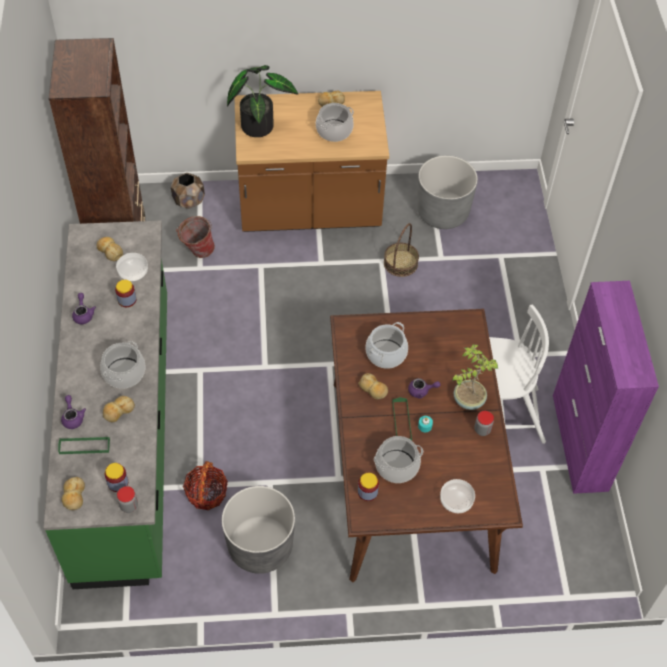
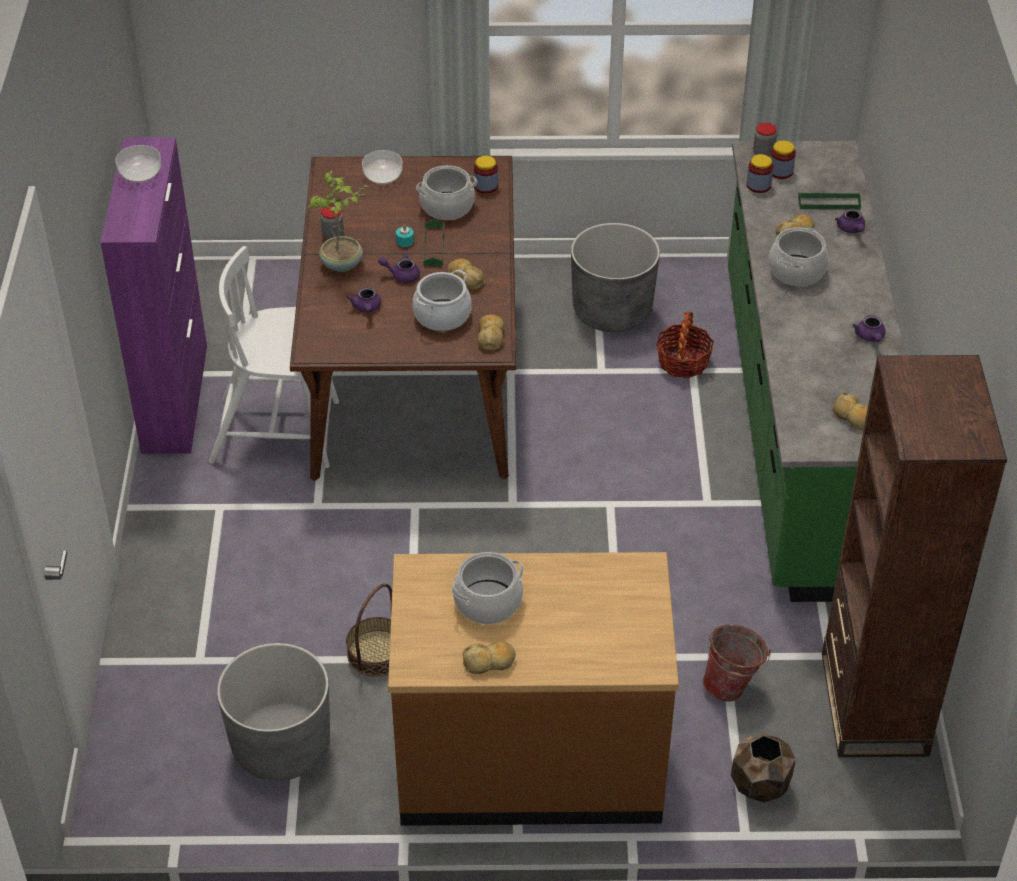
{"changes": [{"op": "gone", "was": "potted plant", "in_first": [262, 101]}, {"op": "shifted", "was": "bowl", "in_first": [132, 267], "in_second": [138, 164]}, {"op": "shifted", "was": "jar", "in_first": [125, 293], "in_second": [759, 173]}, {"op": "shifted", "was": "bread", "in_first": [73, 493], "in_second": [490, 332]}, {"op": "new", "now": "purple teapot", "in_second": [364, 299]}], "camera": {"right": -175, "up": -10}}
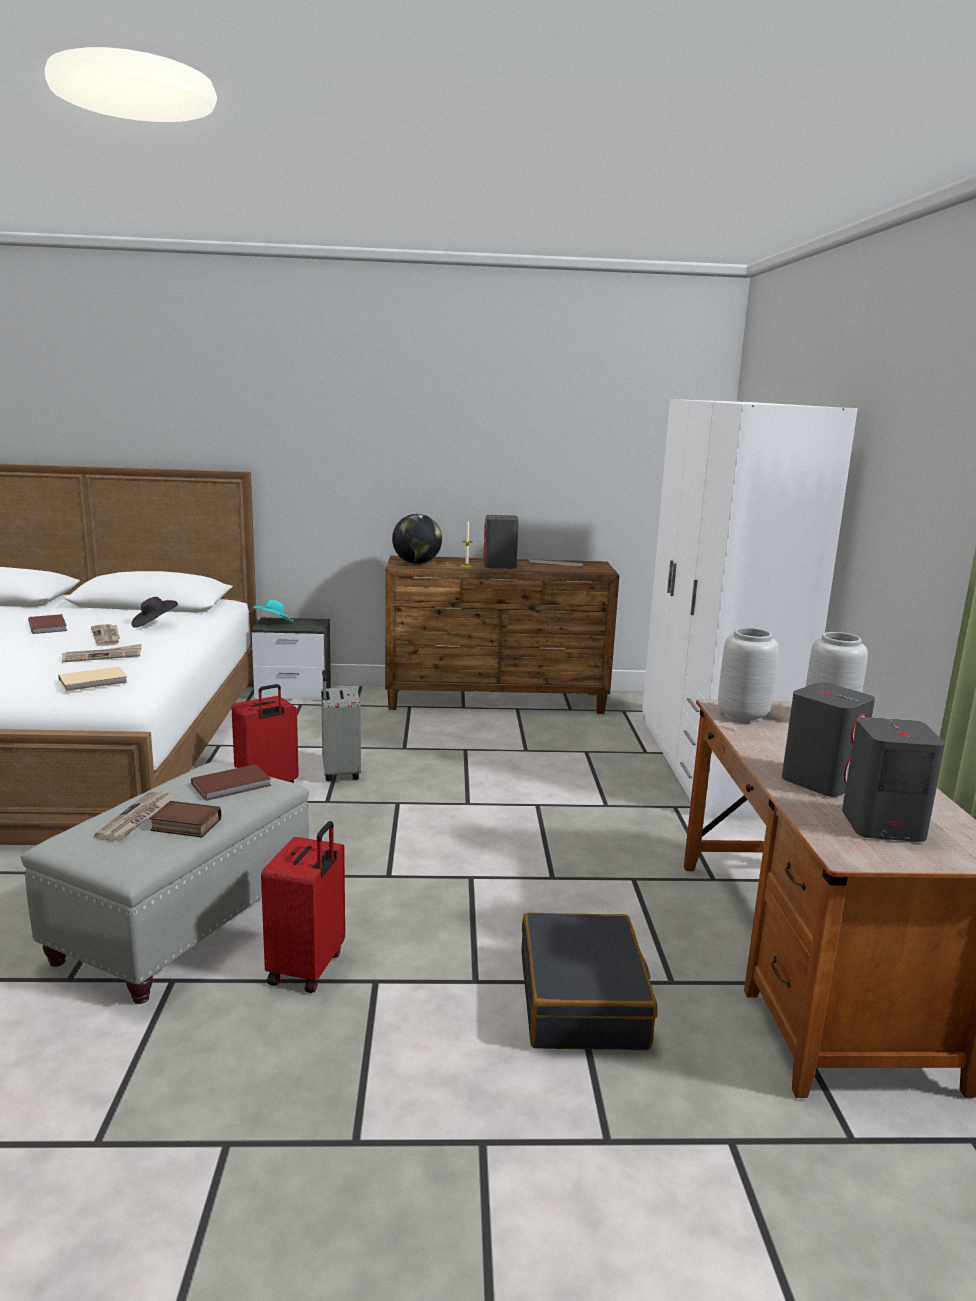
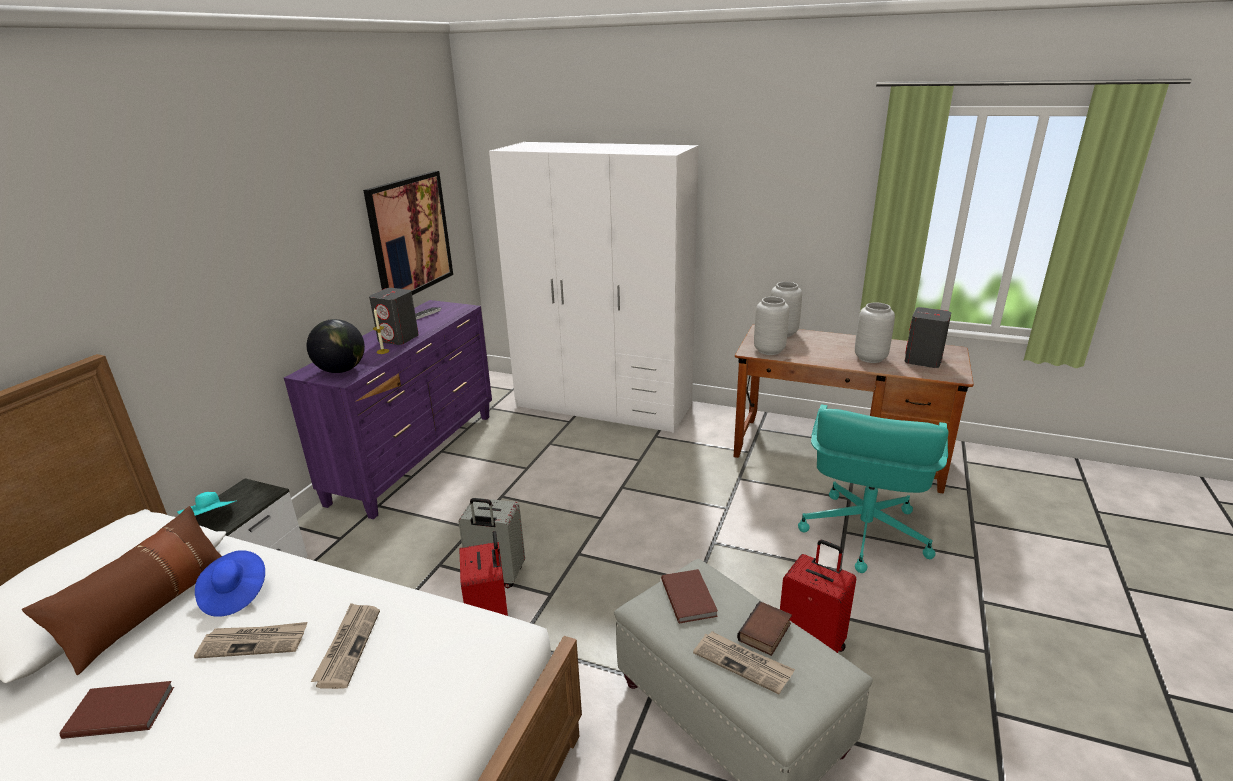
{"changes": [{"op": "repainted", "was": "brown dresser", "now": "purple dresser", "in_first": [502, 635], "in_second": [388, 409]}, {"op": "repainted", "was": "black hat", "now": "blue hat", "in_first": [154, 612], "in_second": [230, 583]}, {"op": "gone", "was": "beige book", "in_first": [93, 679]}, {"op": "swapped", "was": "grey speaker", "now": "grey vase", "in_first": [828, 739], "in_second": [875, 333]}, {"op": "swapped", "was": "black suitcase", "now": "turquoise office chair", "in_first": [589, 981], "in_second": [873, 488]}, {"op": "new", "now": "picture", "in_second": [408, 233]}, {"op": "new", "now": "brown pillow", "in_second": [122, 590]}], "camera": {"right": -65, "up": 10}}
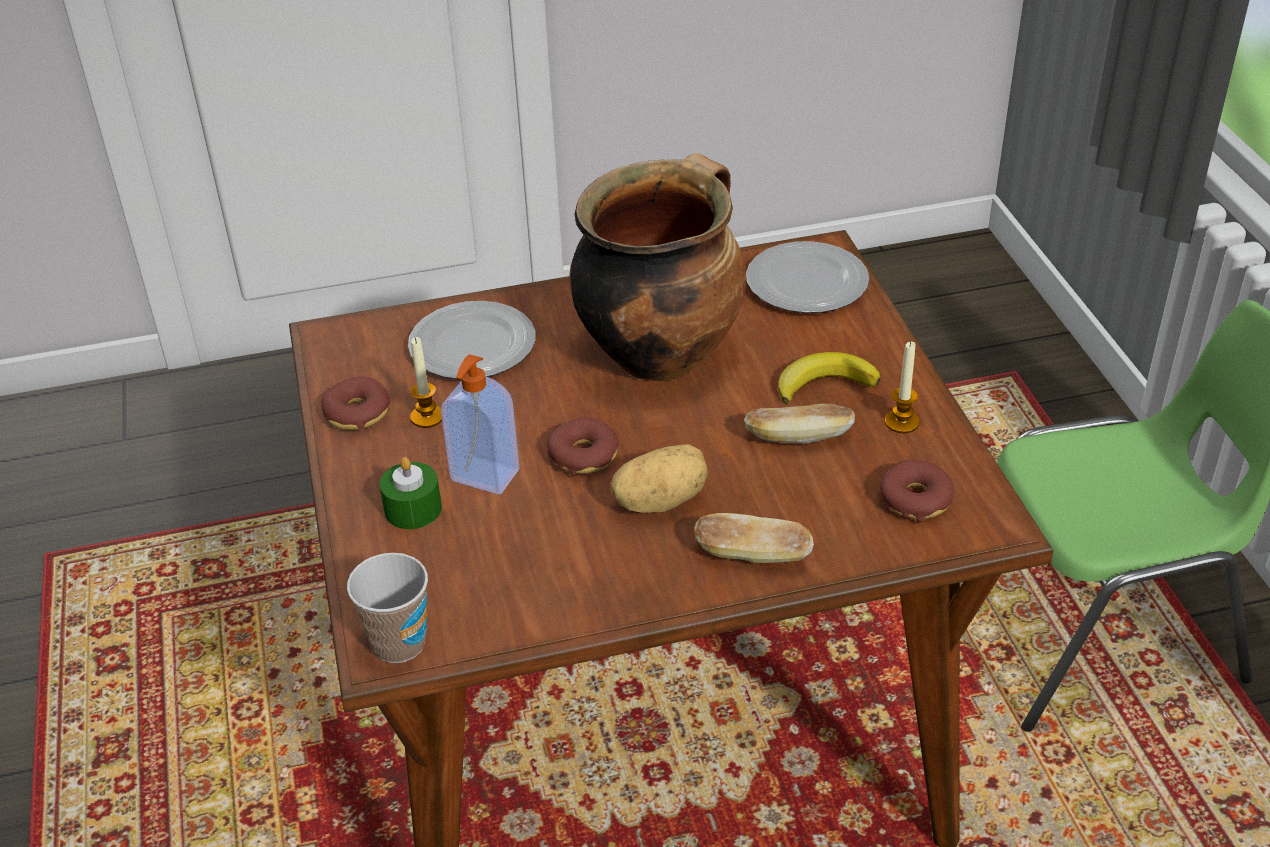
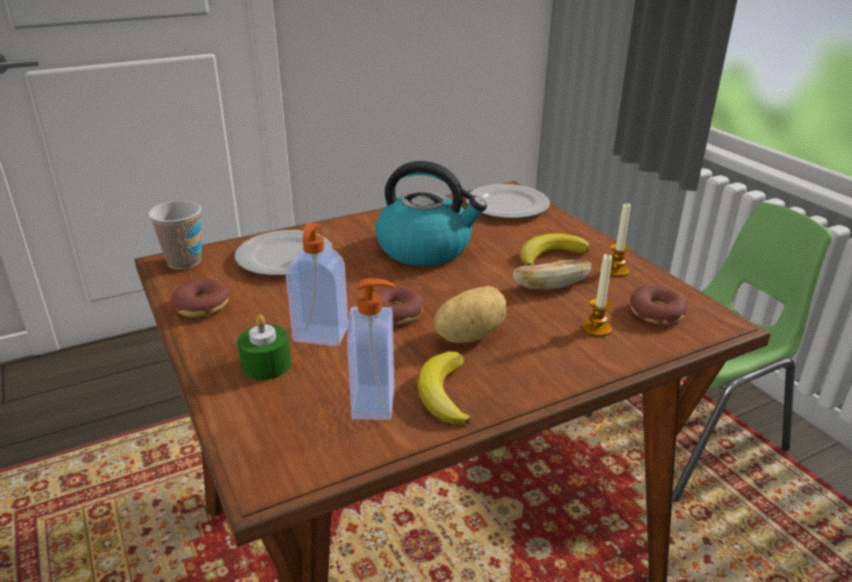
{"changes": [{"op": "swapped", "was": "cooking pot", "now": "kettle", "in_first": [657, 267], "in_second": [431, 213]}, {"op": "shifted", "was": "candle", "in_first": [426, 382], "in_second": [597, 295]}, {"op": "gone", "was": "bread", "in_first": [754, 538]}, {"op": "shifted", "was": "cup", "in_first": [387, 608], "in_second": [175, 235]}, {"op": "new", "now": "soap dispenser", "in_second": [371, 349]}, {"op": "new", "now": "banana", "in_second": [445, 388]}], "camera": {"right": -15, "up": -10}}
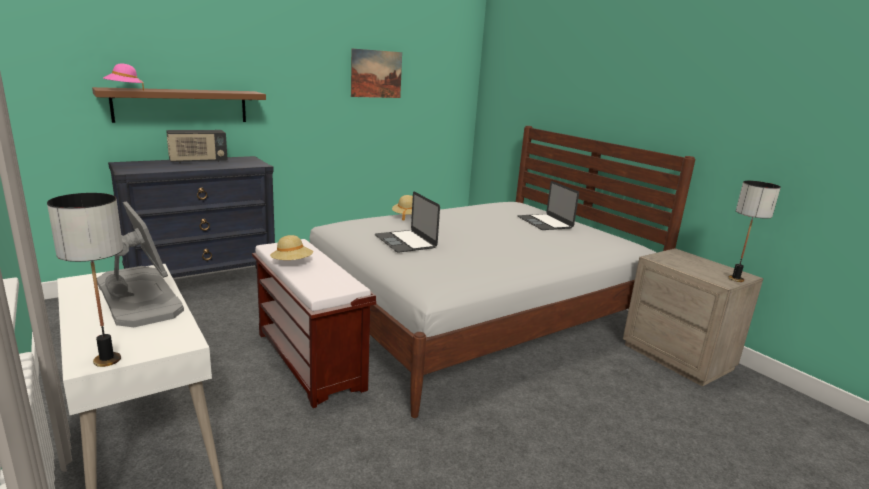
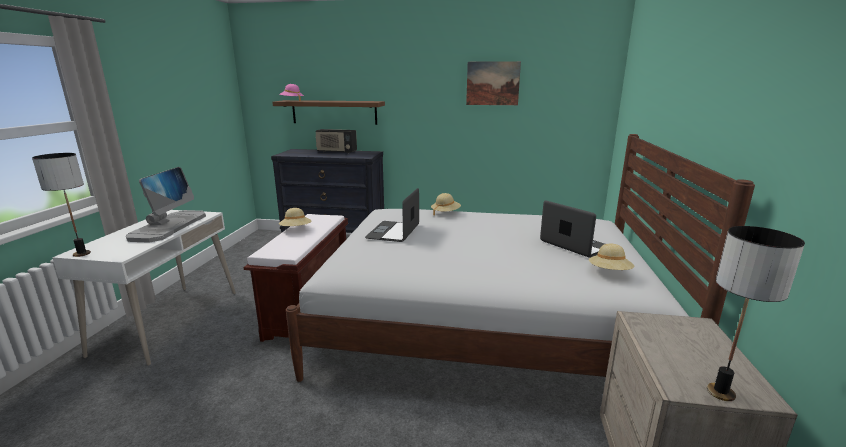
{"changes": [{"op": "rotated", "was": "laptop", "in_first": [548, 205], "in_second": [572, 229], "clockwise": 120}, {"op": "new", "now": "beige hat", "in_second": [611, 257]}], "camera": {"right": 45, "up": 0}}
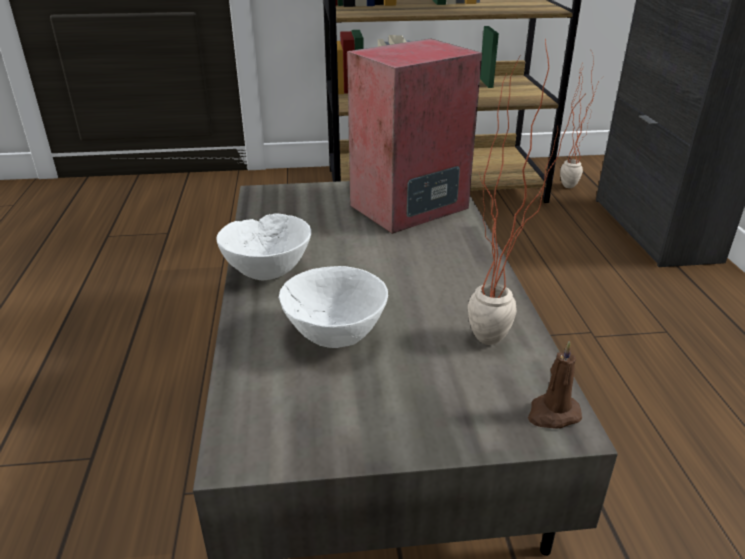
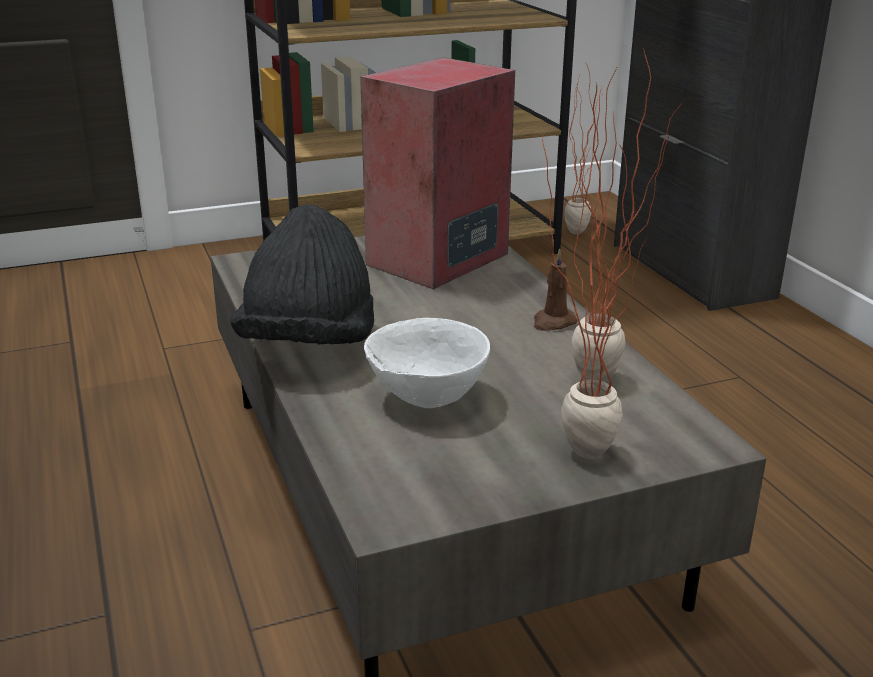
{"changes": [{"op": "swapped", "was": "white bowl", "now": "black hat", "in_first": [263, 246], "in_second": [302, 274]}, {"op": "shifted", "was": "brown candle", "in_first": [555, 385], "in_second": [556, 290]}, {"op": "new", "now": "potted plant", "in_second": [594, 270]}], "camera": {"right": -15, "up": -5}}
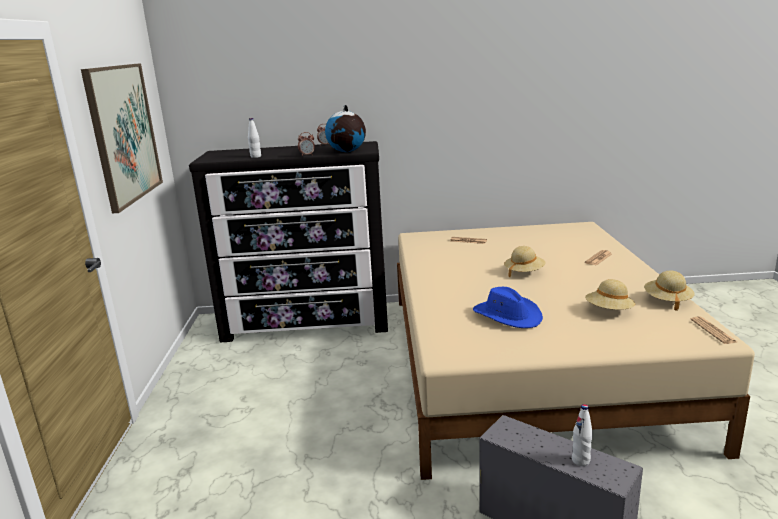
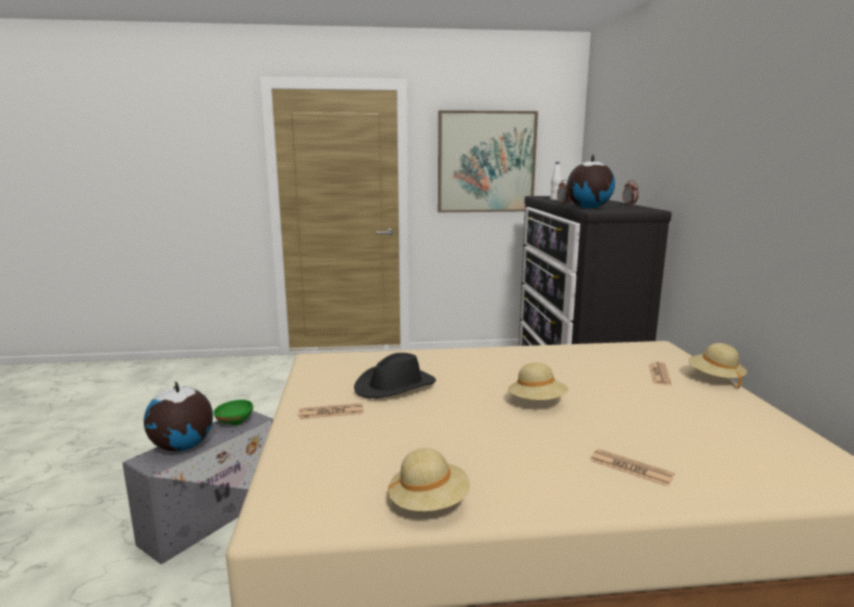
{"changes": [{"op": "shifted", "was": "beige hat", "in_first": [610, 294], "in_second": [717, 365]}, {"op": "repainted", "was": "blue hat", "now": "black hat", "in_first": [508, 307], "in_second": [395, 375]}, {"op": "shifted", "was": "newspaper", "in_first": [713, 330], "in_second": [331, 411]}, {"op": "swapped", "was": "white bottle", "now": "globe", "in_first": [582, 435], "in_second": [178, 416]}, {"op": "new", "now": "green bowl", "in_second": [233, 412]}], "camera": {"right": 85, "up": -5}}
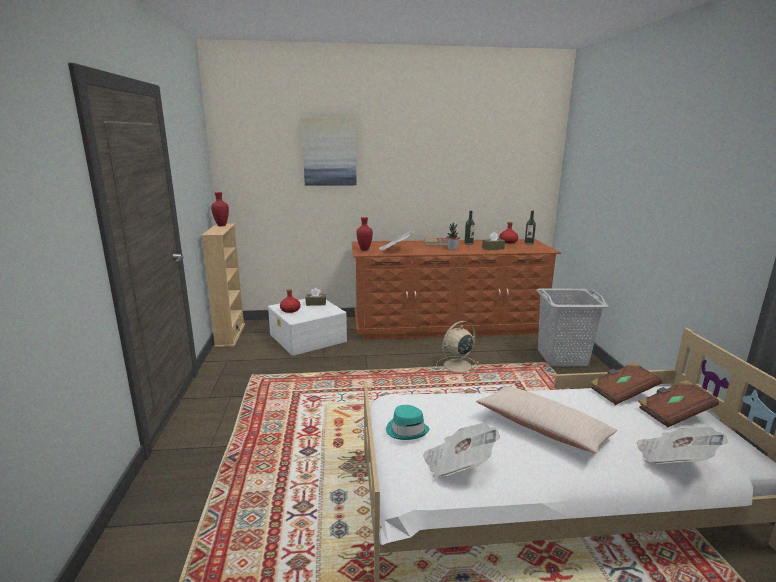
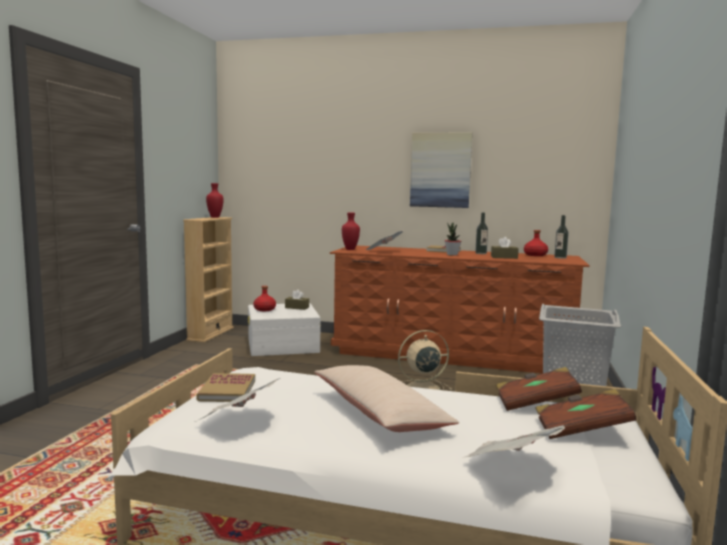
{"changes": [{"op": "shifted", "was": "picture", "in_first": [329, 151], "in_second": [441, 170]}, {"op": "swapped", "was": "turquoise hat", "now": "book", "in_first": [407, 422], "in_second": [225, 387]}], "camera": {"right": 20, "up": -10}}
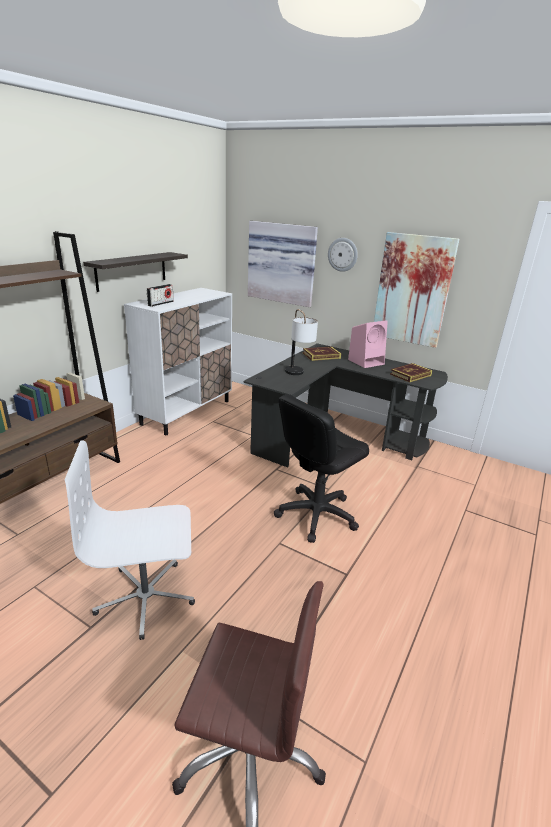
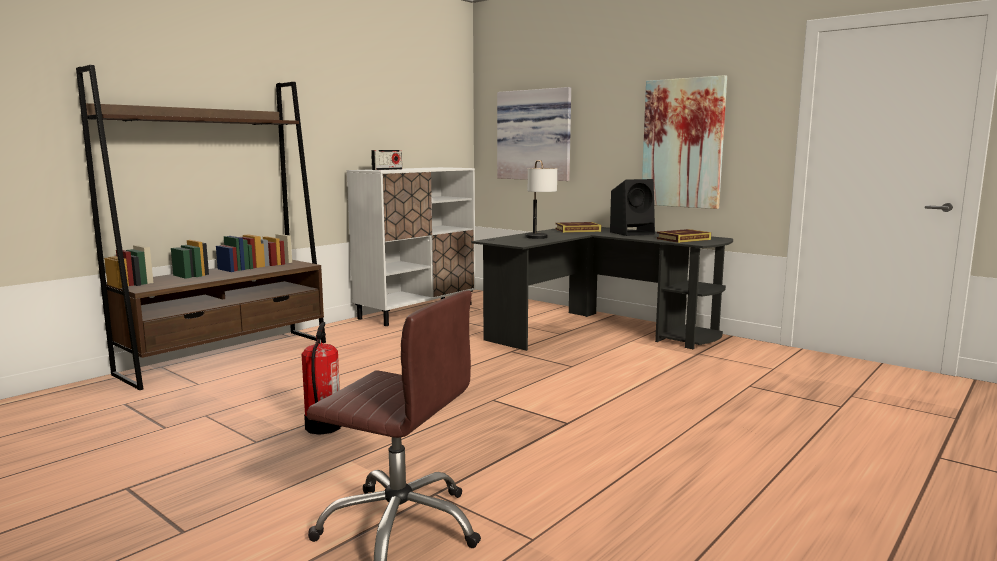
{"changes": [{"op": "gone", "was": "wall clock", "in_first": [343, 255]}, {"op": "gone", "was": "shelf", "in_first": [135, 272]}, {"op": "repainted", "was": "pink speaker", "now": "black speaker", "in_first": [368, 344], "in_second": [632, 207]}, {"op": "gone", "was": "black office chair", "in_first": [321, 468]}, {"op": "swapped", "was": "white office chair", "now": "fire extinguisher", "in_first": [130, 540], "in_second": [321, 378]}], "camera": {"right": 10, "up": -15}}
